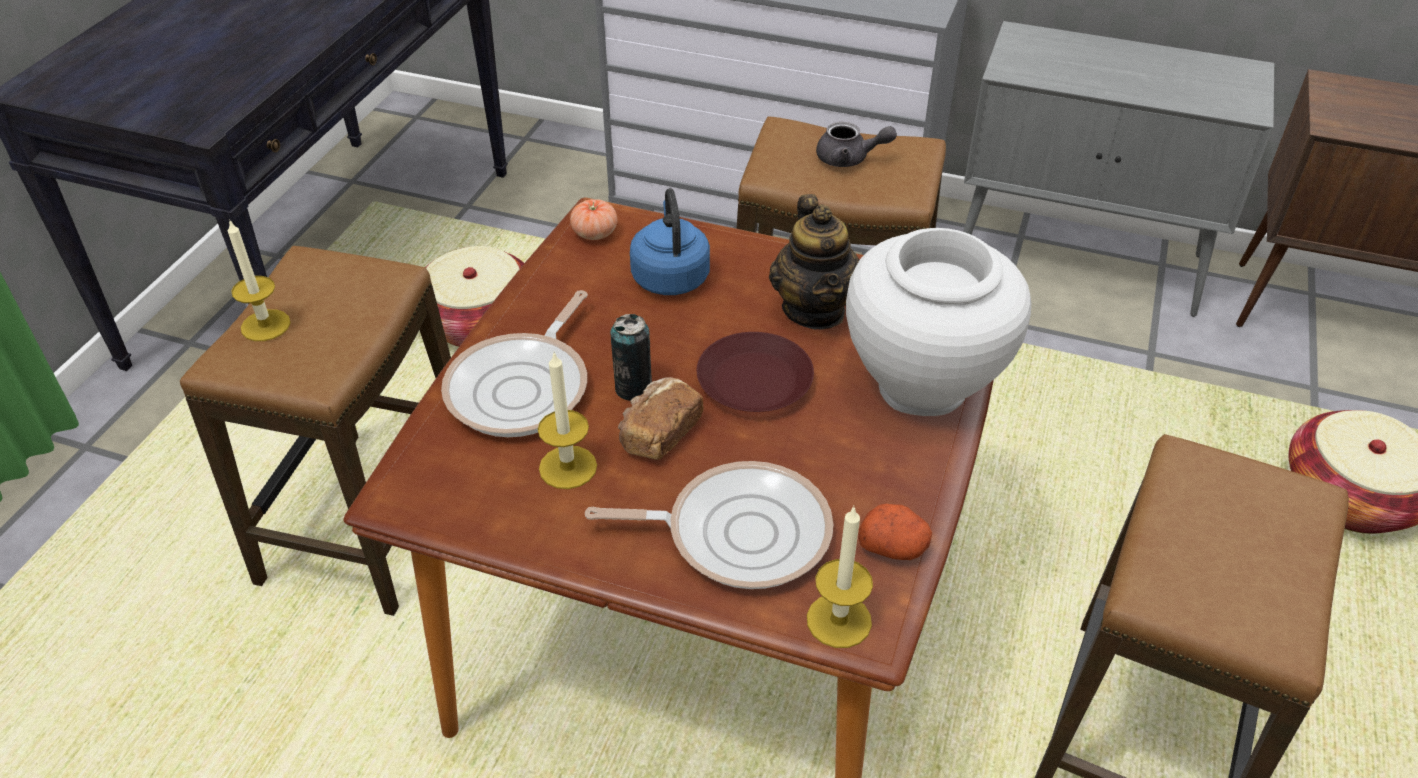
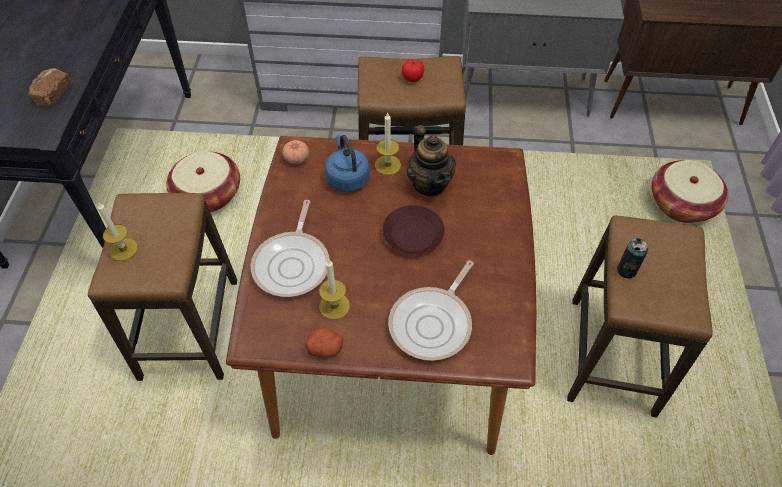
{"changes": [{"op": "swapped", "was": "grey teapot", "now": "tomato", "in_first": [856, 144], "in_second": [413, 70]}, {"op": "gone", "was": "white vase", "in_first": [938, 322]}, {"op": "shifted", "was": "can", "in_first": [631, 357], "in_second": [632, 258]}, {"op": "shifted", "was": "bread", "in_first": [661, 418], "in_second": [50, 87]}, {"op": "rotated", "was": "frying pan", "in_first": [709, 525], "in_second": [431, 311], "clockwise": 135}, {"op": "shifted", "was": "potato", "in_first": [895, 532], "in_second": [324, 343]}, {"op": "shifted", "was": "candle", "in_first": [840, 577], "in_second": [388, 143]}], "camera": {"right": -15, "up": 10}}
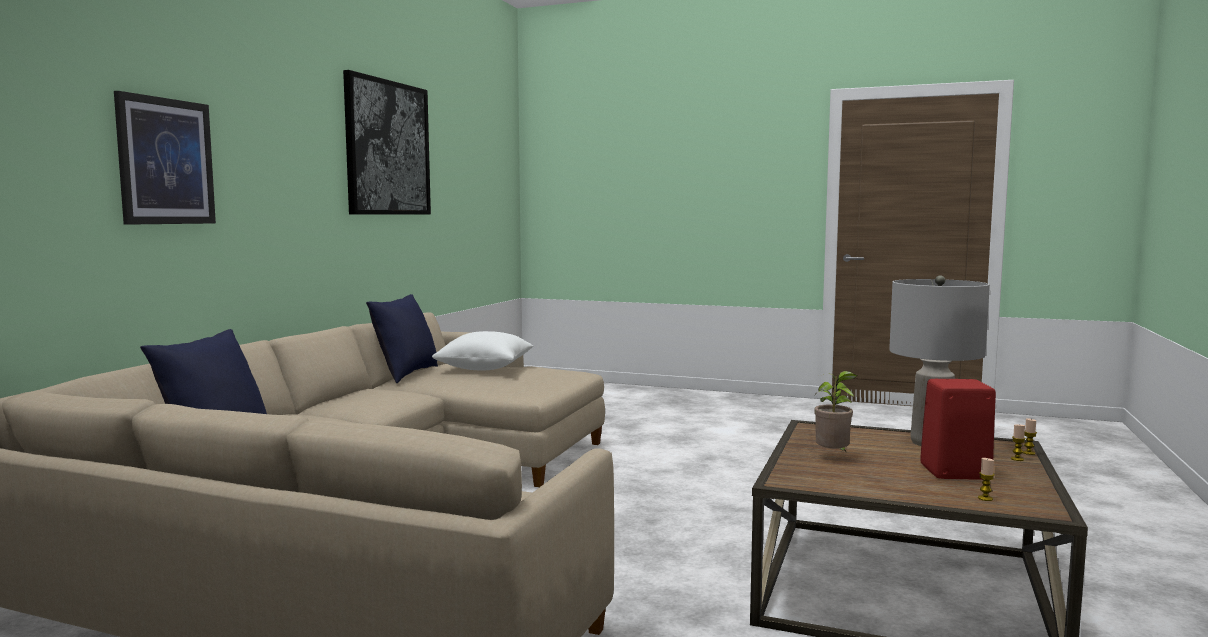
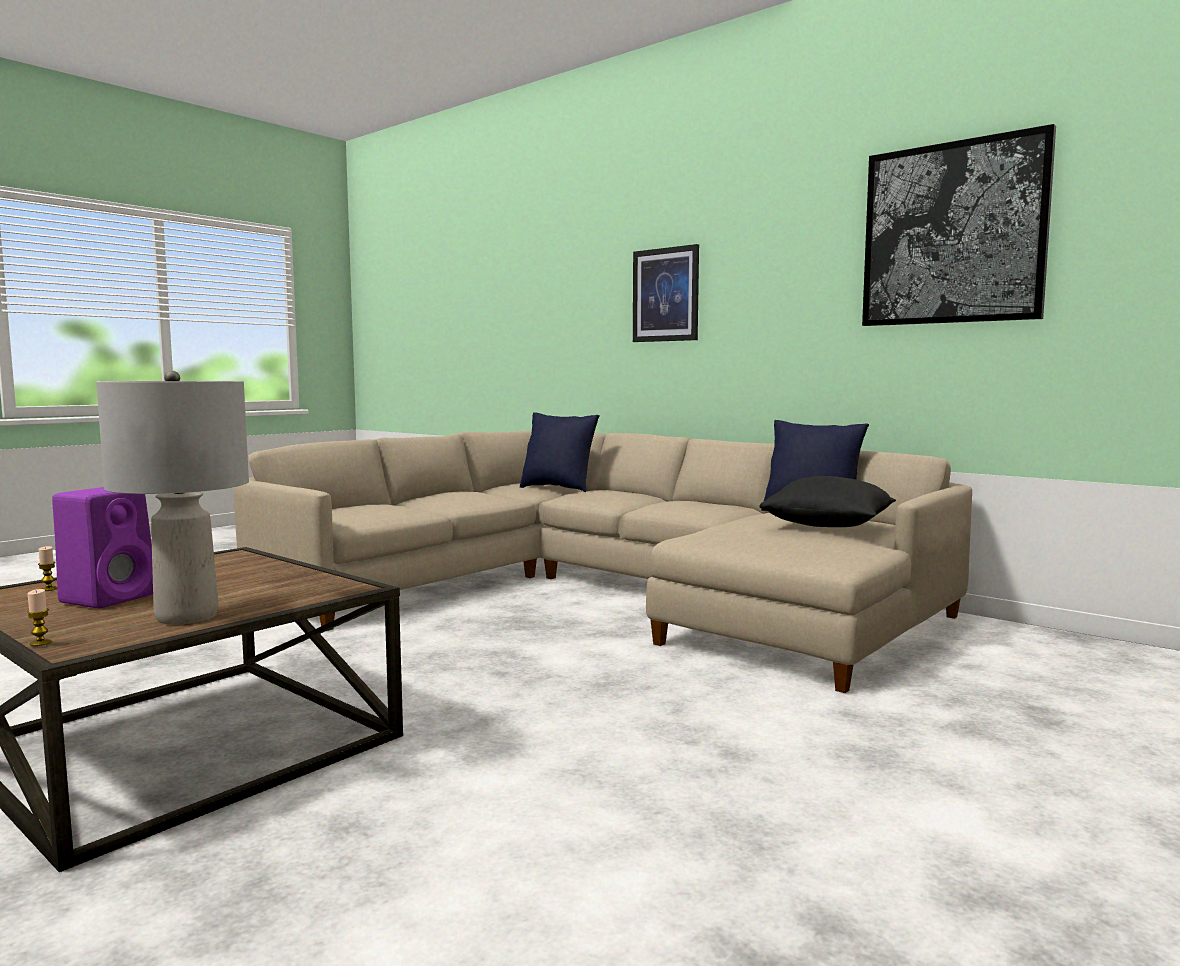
{"changes": [{"op": "repainted", "was": "white pillow", "now": "black pillow", "in_first": [482, 350], "in_second": [828, 501]}, {"op": "gone", "was": "potted plant", "in_first": [836, 411]}, {"op": "repainted", "was": "red speaker", "now": "purple speaker", "in_first": [958, 429], "in_second": [102, 547]}, {"op": "gone", "was": "candle", "in_first": [1018, 442]}], "camera": {"right": 110, "up": 0}}
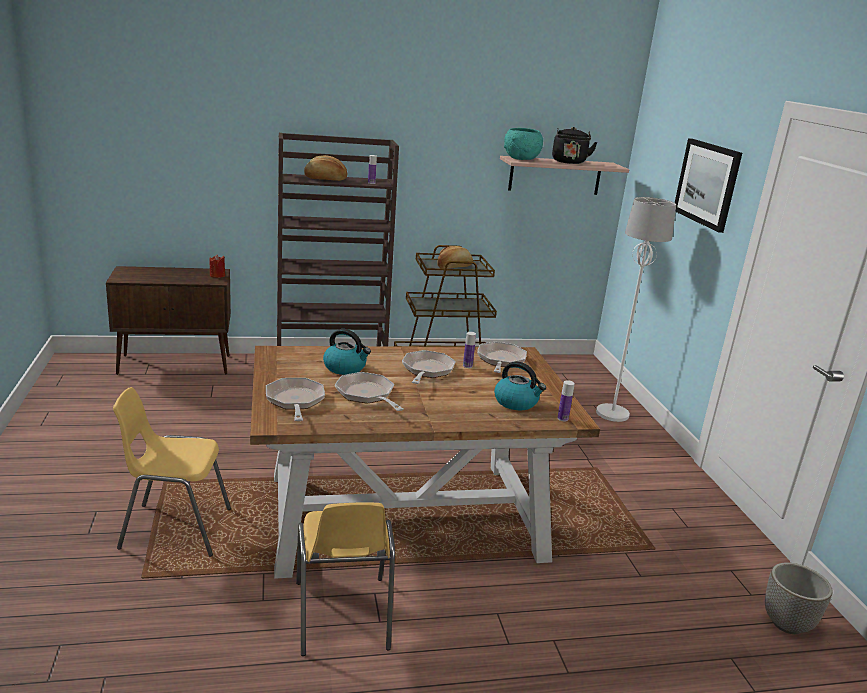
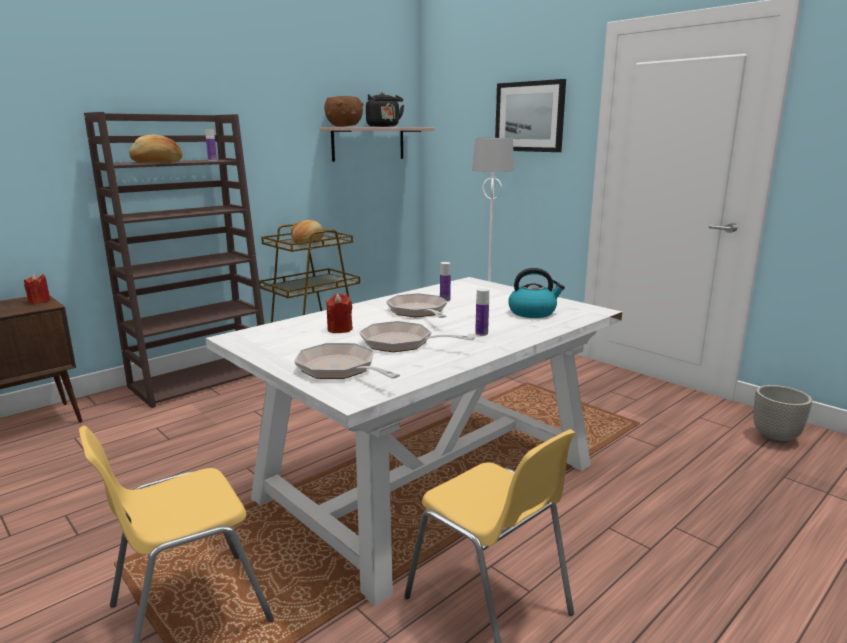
{"changes": [{"op": "repainted", "was": "turquoise bowl", "now": "brown bowl", "in_first": [523, 144], "in_second": [343, 111]}, {"op": "swapped", "was": "kettle", "now": "red candle", "in_first": [347, 352], "in_second": [339, 313]}, {"op": "gone", "was": "frying pan", "in_first": [502, 357]}, {"op": "repainted", "was": "brown dining table", "now": "white dining table", "in_first": [425, 462], "in_second": [414, 441]}, {"op": "shifted", "was": "bottle", "in_first": [566, 400], "in_second": [482, 312]}], "camera": {"right": -30, "up": -5}}
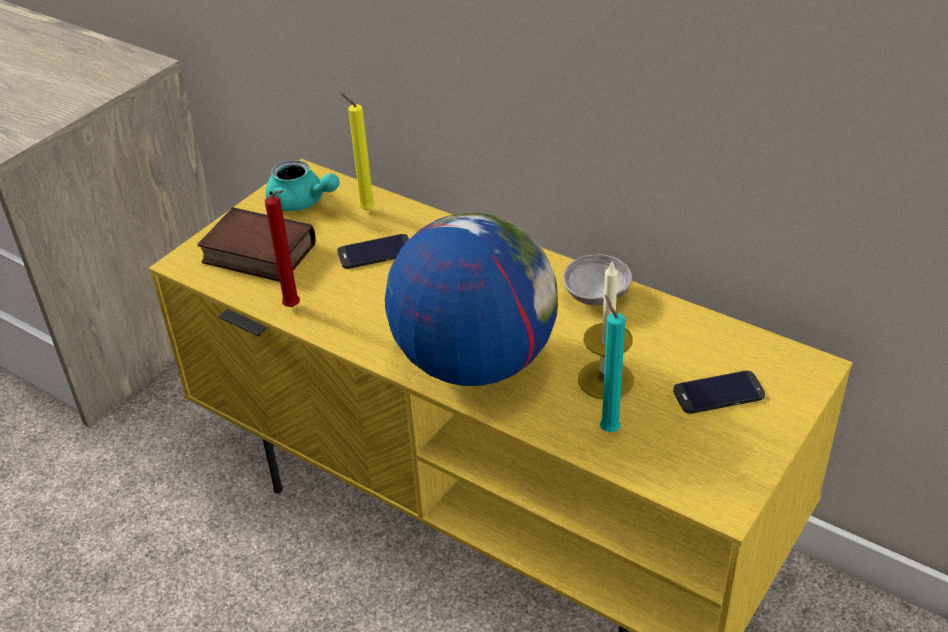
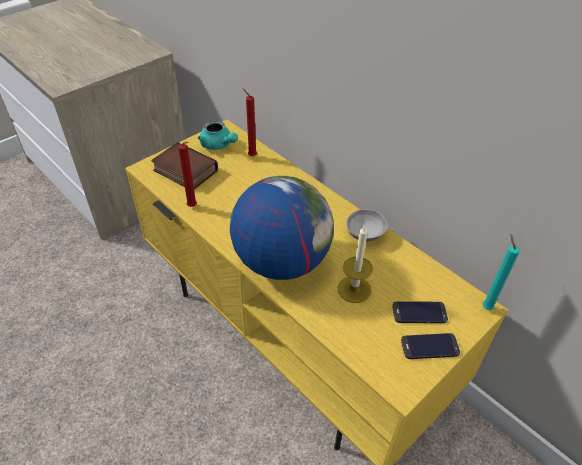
{"changes": [{"op": "repainted", "was": "yellow candle", "now": "red candle", "in_first": [357, 152], "in_second": [250, 122]}, {"op": "shifted", "was": "phone", "in_first": [373, 251], "in_second": [430, 346]}, {"op": "shifted", "was": "turquoise candle", "in_first": [612, 363], "in_second": [501, 272]}], "camera": {"right": 10, "up": 5}}
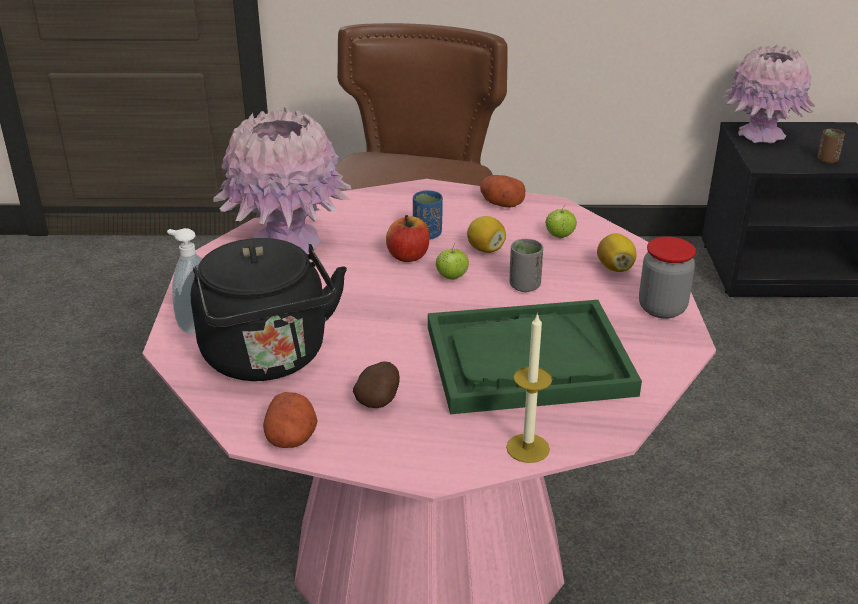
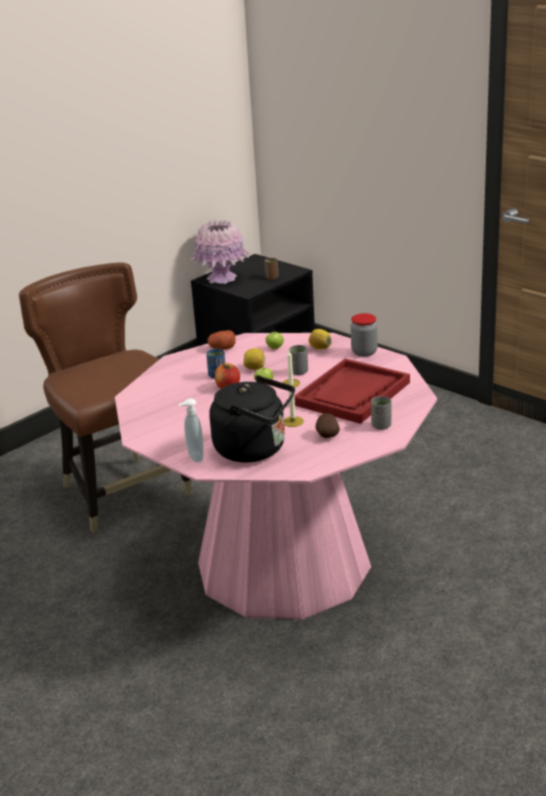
{"changes": [{"op": "gone", "was": "pink vase", "in_first": [282, 180]}, {"op": "repainted", "was": "green tray", "now": "red tray", "in_first": [535, 357], "in_second": [352, 391]}, {"op": "shifted", "was": "candle", "in_first": [529, 388], "in_second": [293, 388]}, {"op": "gone", "was": "potato", "in_first": [290, 420]}, {"op": "new", "now": "grey cup", "in_second": [381, 413]}], "camera": {"right": -45, "up": -5}}
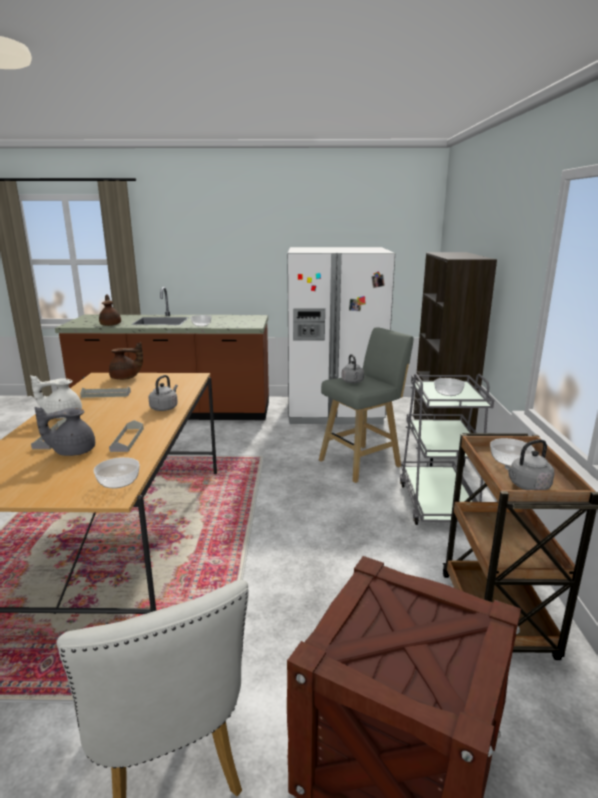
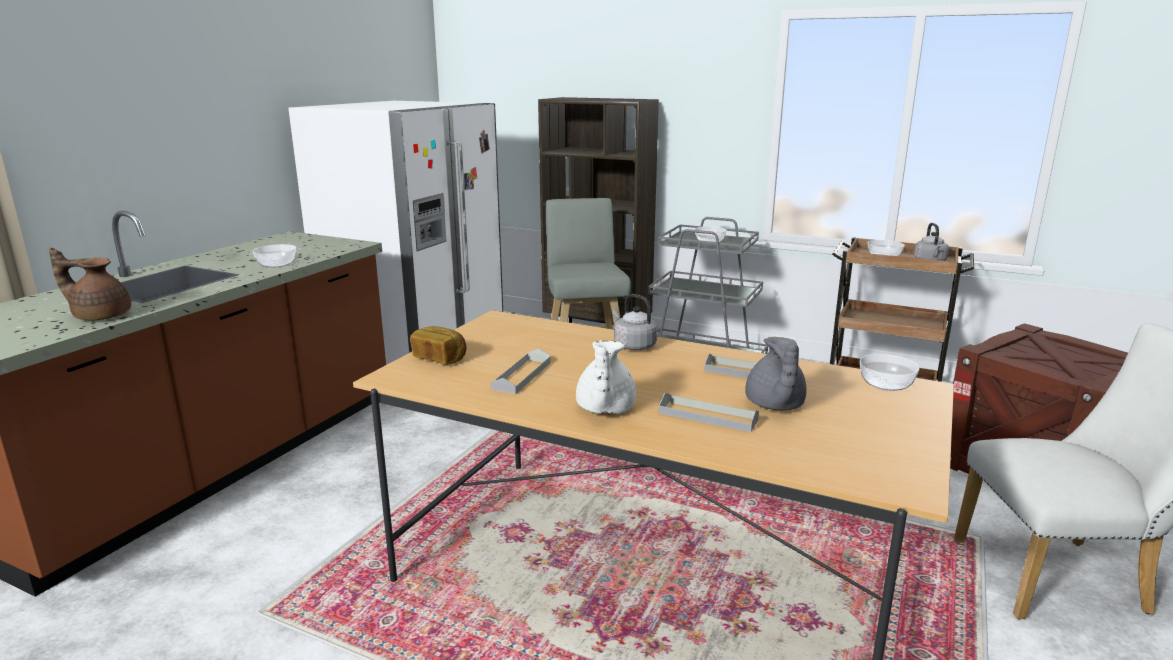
{"changes": [{"op": "swapped", "was": "brown teapot", "now": "bread", "in_first": [126, 361], "in_second": [438, 345]}, {"op": "gone", "was": "grey kettle", "in_first": [352, 368]}], "camera": {"right": -65, "up": 0}}
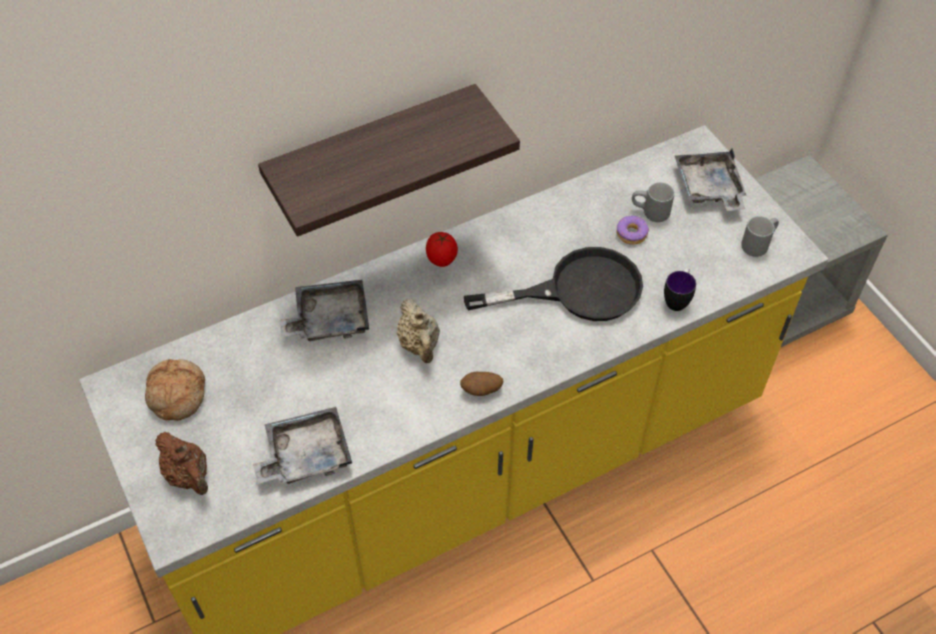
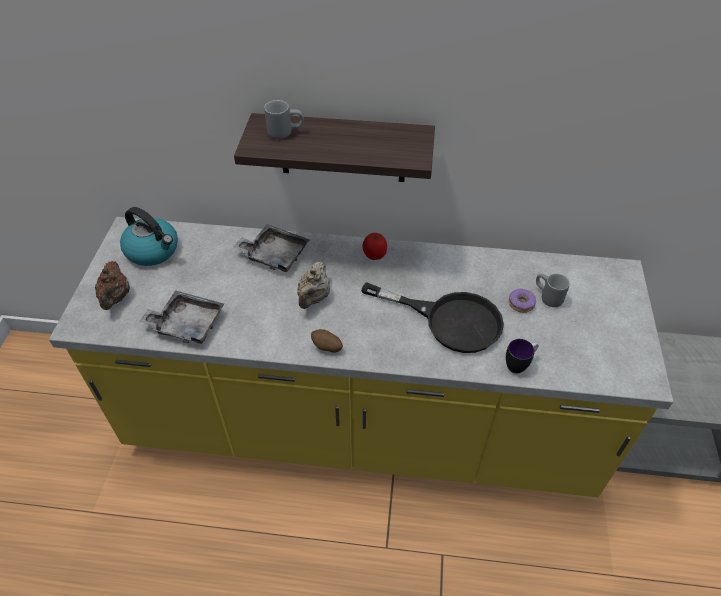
{"changes": [{"op": "gone", "was": "grey tray", "in_first": [711, 180]}, {"op": "shifted", "was": "grey mug", "in_first": [760, 236], "in_second": [284, 119]}, {"op": "swapped", "was": "bread", "now": "kettle", "in_first": [175, 390], "in_second": [149, 236]}], "camera": {"right": 35, "up": -5}}
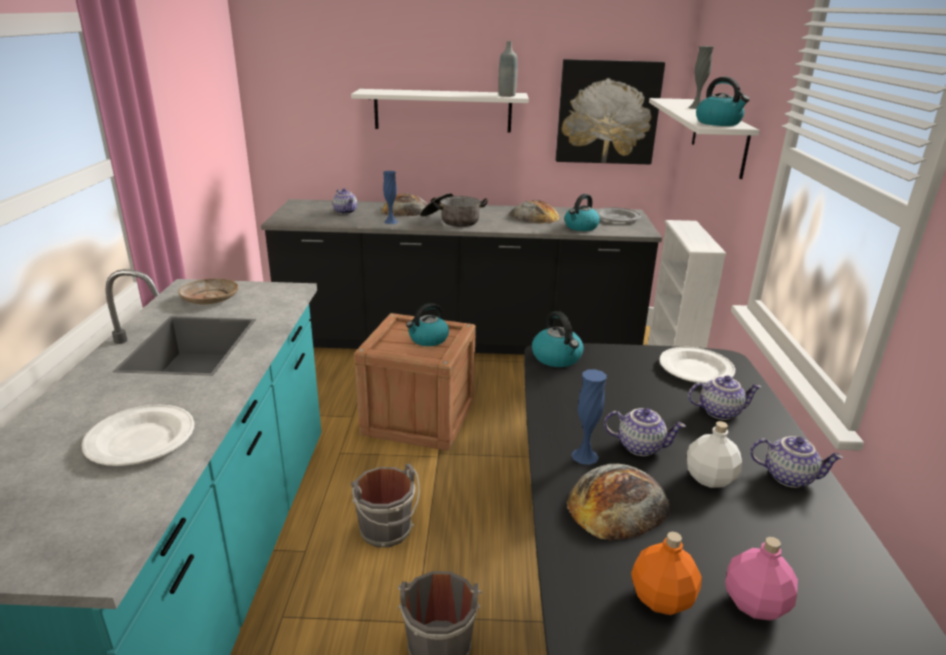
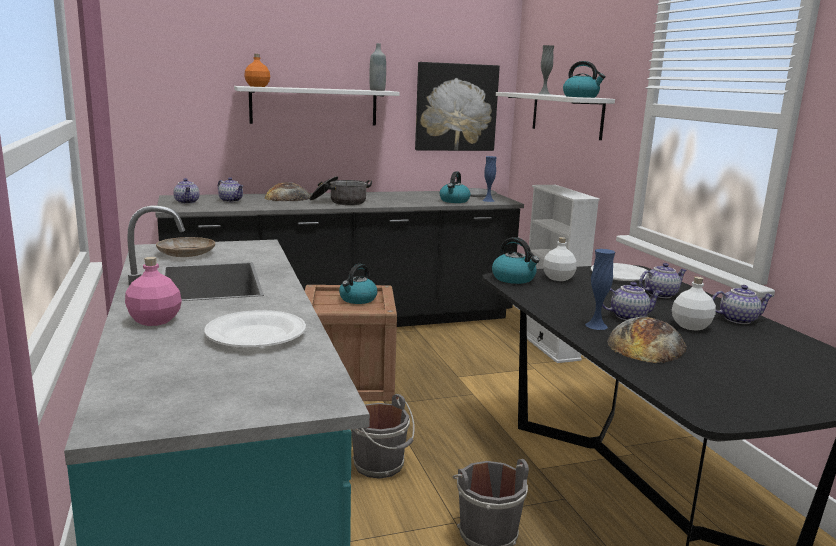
{"changes": [{"op": "shifted", "was": "blue vase", "in_first": [390, 197], "in_second": [489, 179]}, {"op": "gone", "was": "bread", "in_first": [534, 211]}, {"op": "shifted", "was": "orange bottle", "in_first": [666, 573], "in_second": [257, 70]}, {"op": "shifted", "was": "pink bottle", "in_first": [761, 578], "in_second": [153, 291]}, {"op": "new", "now": "teapot", "in_second": [186, 191]}, {"op": "new", "now": "white bottle", "in_second": [559, 259]}], "camera": {"right": -20, "up": -10}}
